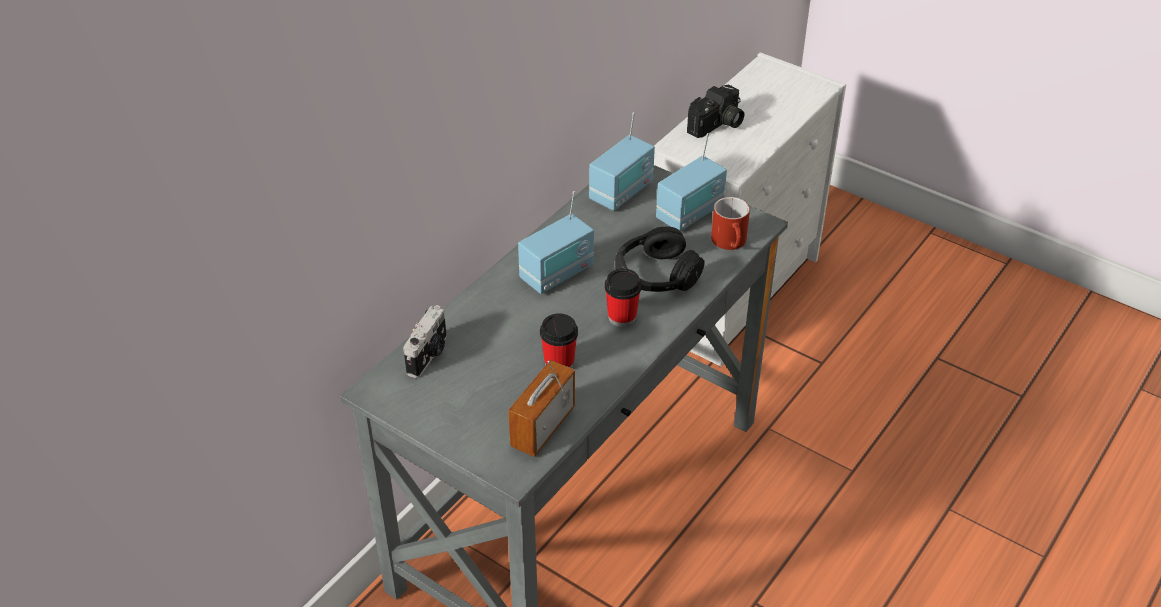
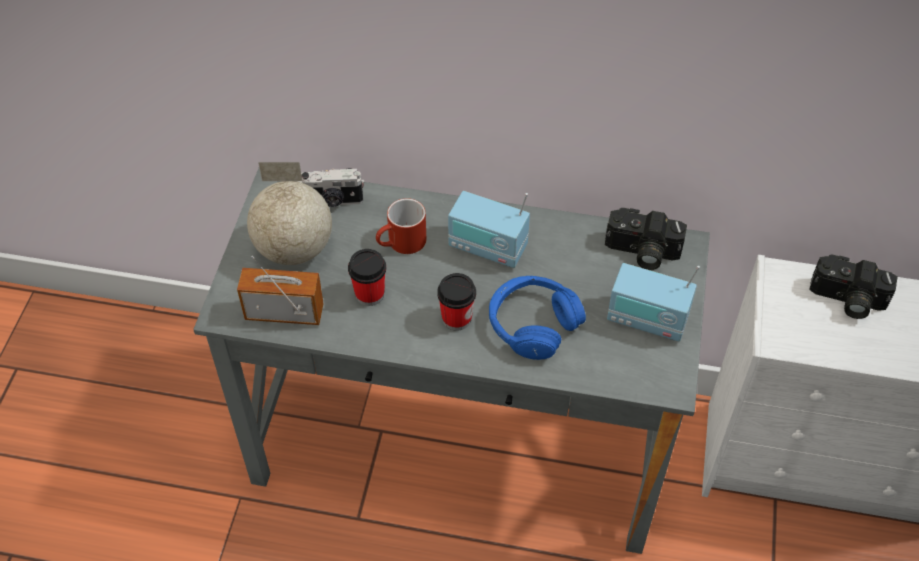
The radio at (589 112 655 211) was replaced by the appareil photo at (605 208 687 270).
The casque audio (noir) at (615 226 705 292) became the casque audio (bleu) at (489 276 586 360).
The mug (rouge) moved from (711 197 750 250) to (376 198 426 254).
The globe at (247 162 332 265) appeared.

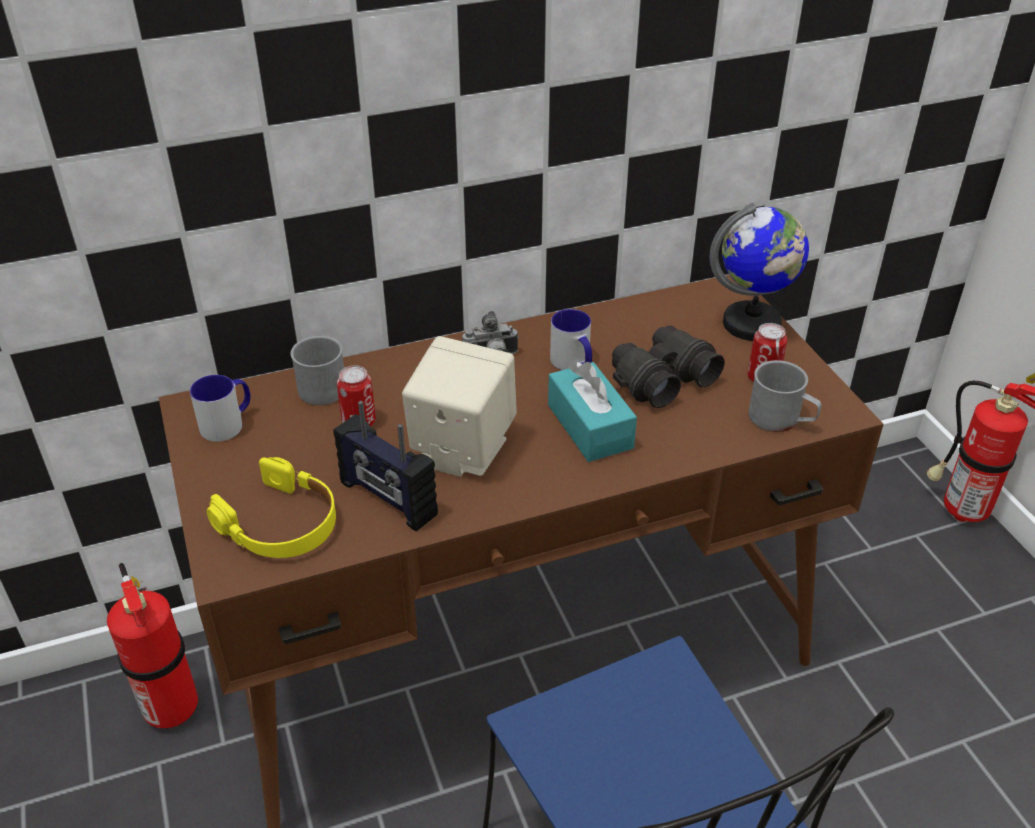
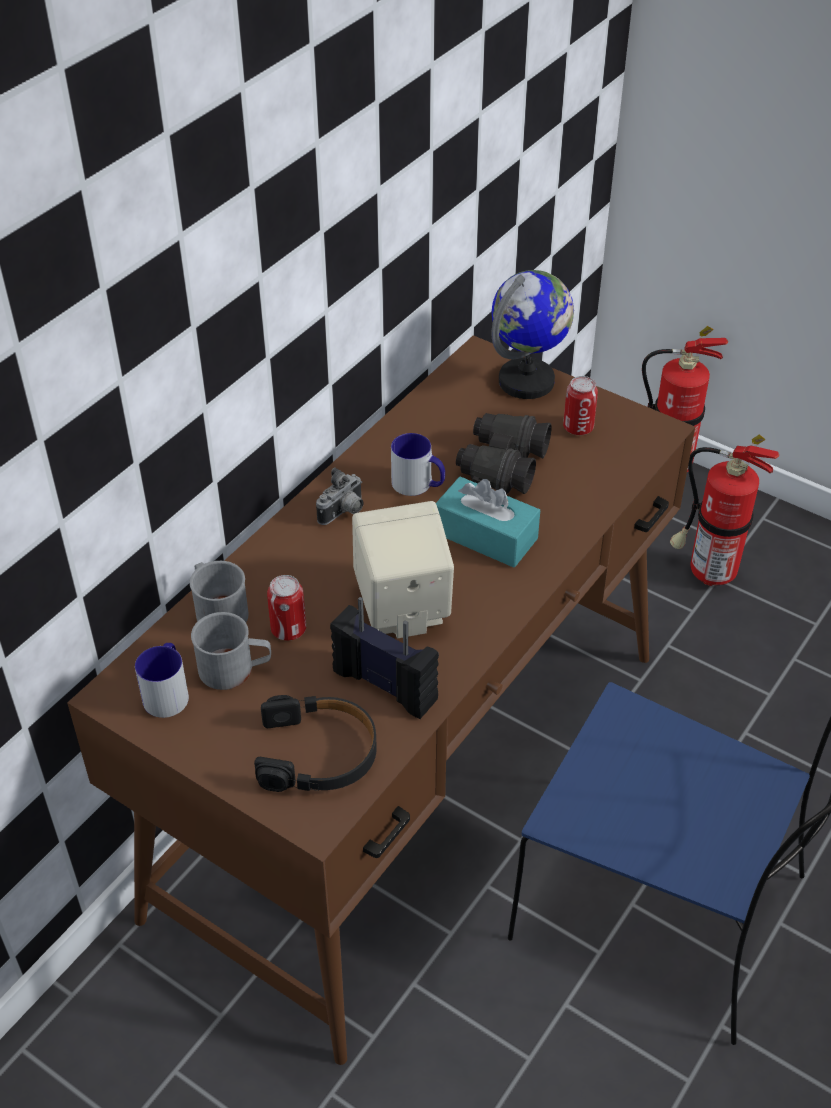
The extincteur moved from (107 563 198 728) to (670 434 779 586).
The casque audio (jaune) at (207 457 336 558) became the casque audio (noir) at (254 695 377 792).
The radio at (334 401 438 531) turned 150 degrees counterclockwise.
The mug (gris) moved from (748 360 822 432) to (191 612 271 690).

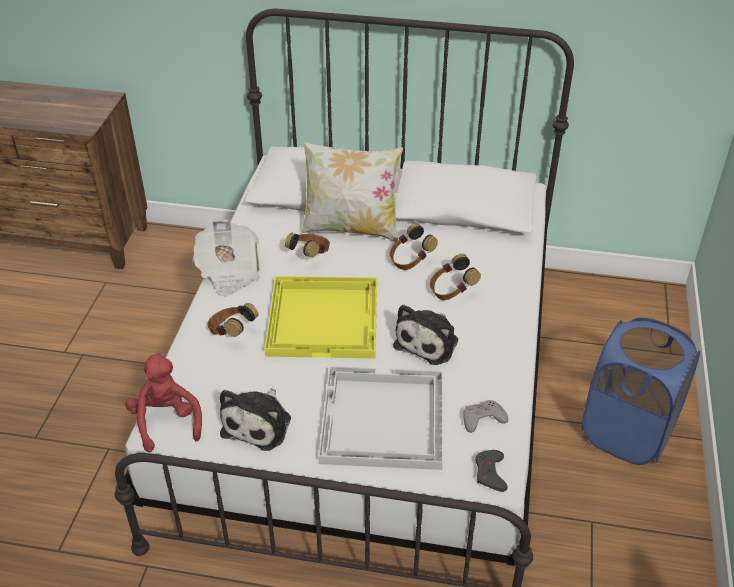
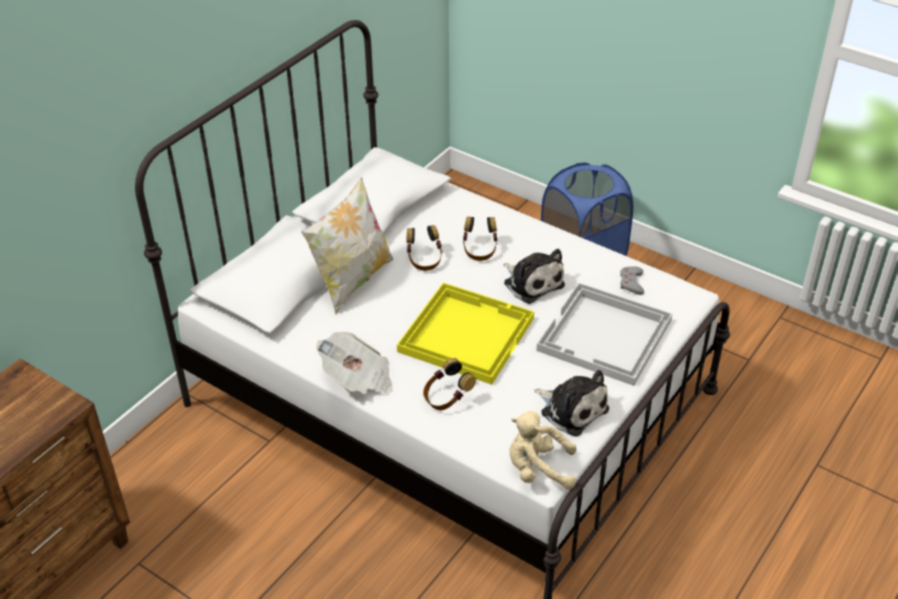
The peluche (rouge) at (125 353 202 453) became the peluche (beige) at (509 411 576 490).
The casque audio at (285 232 330 258) disappeared.
The manette (gris) at (475 450 508 492) disappeared.

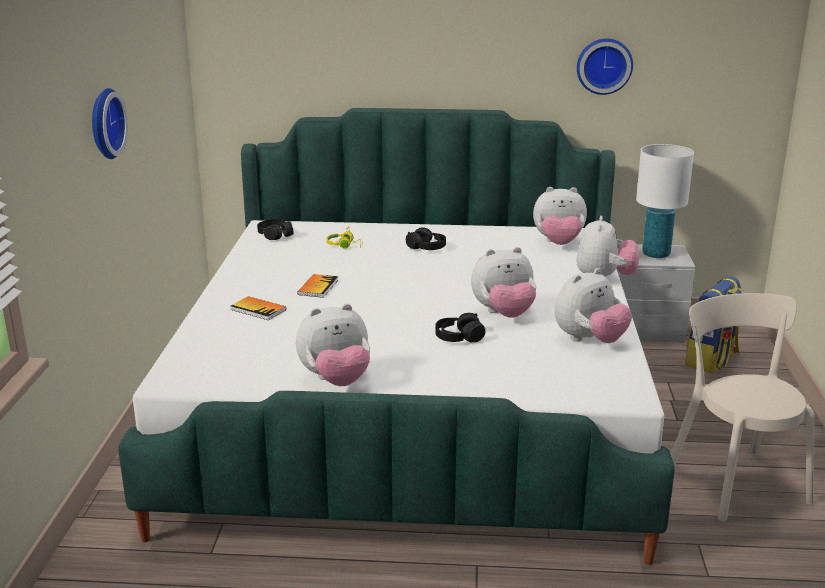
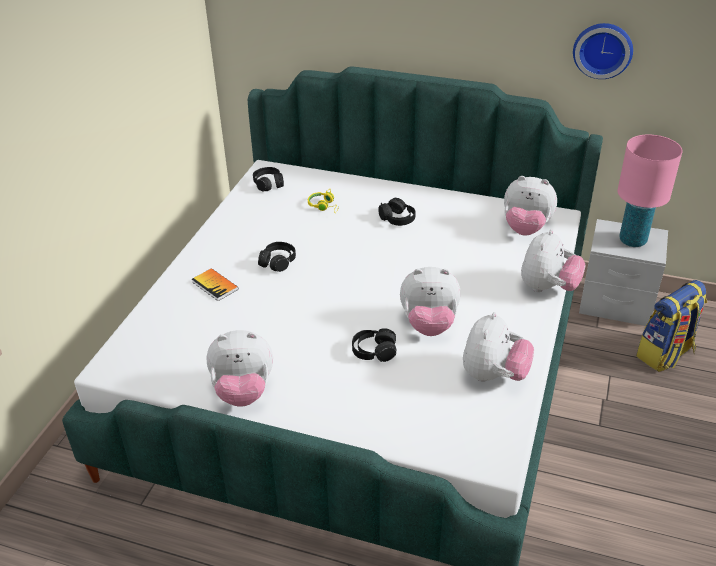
The horloge murale at (92 88 128 159) disappeared.
The livre at (297 274 338 298) was replaced by the casque audio (noir) at (258 242 296 272).
The peluche at (554 268 632 343) turned 45 degrees counterclockwise.
The lampe de table (blanc) at (636 144 694 258) became the lampe de table (rose) at (618 135 682 247).
The chaise (beige) at (671 293 815 522) disappeared.

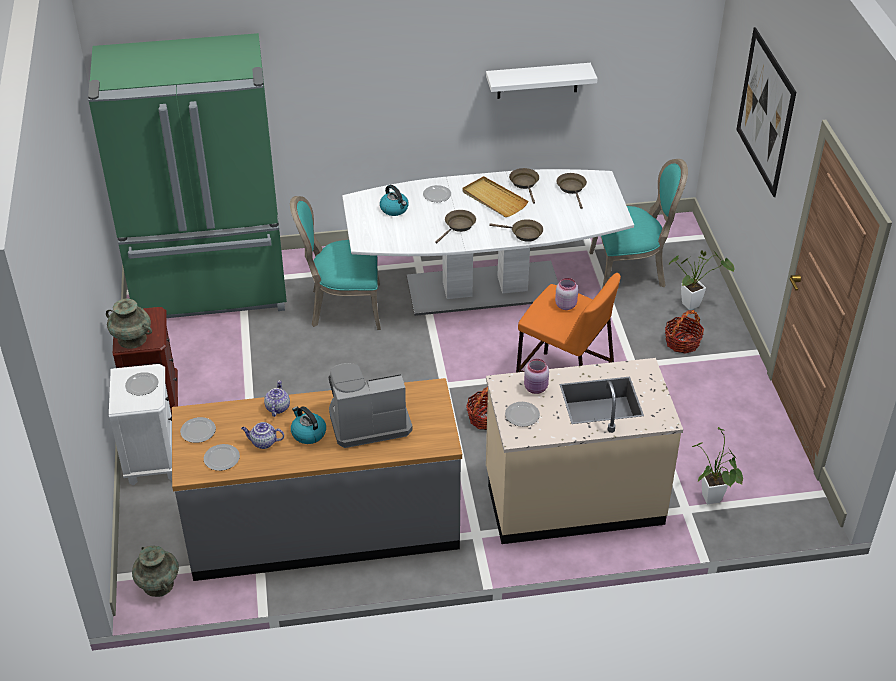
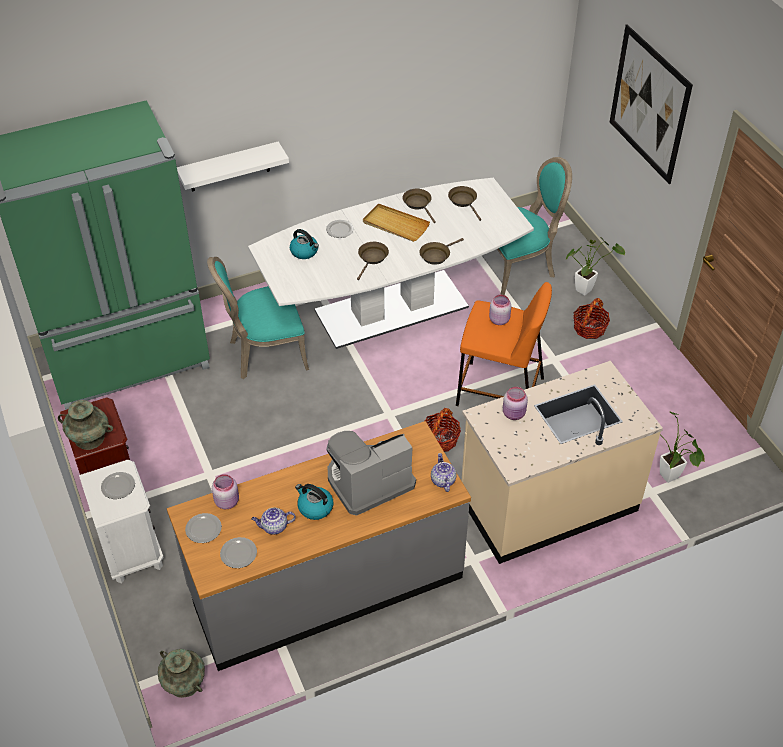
The théière moved from (264 380 290 417) to (431 453 457 492).
The étagère (blanc) moved from (486 63 597 99) to (177 142 289 192).
The poêle (marron) at (489 219 543 242) turned 135 degrees clockwise.
The assiette at (505 402 540 427) disappeared.
The bocal (rose) at (212 474 239 509) appeared.

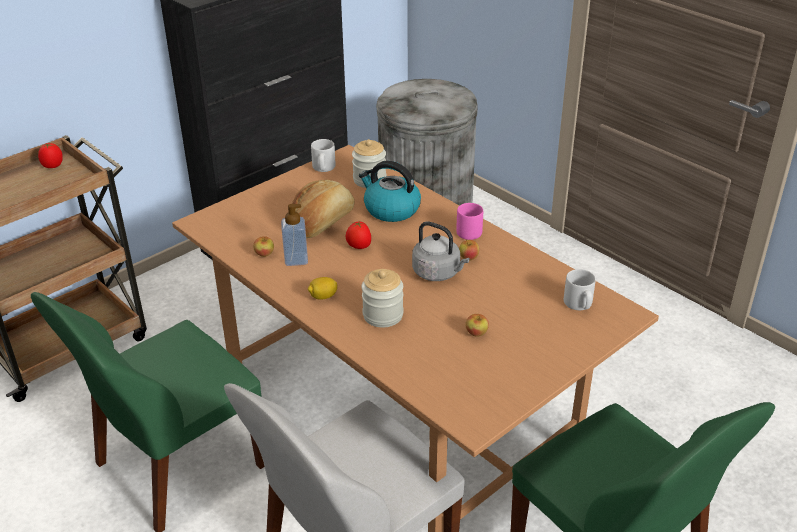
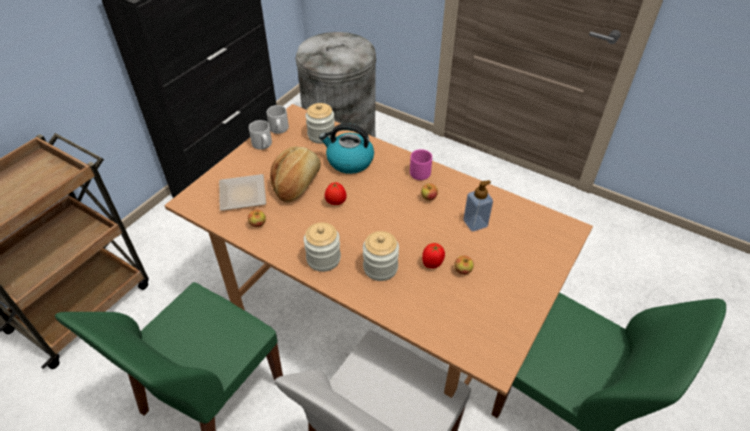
The tomate moved from (38 143 63 168) to (422 243 445 268).
The distributeur de savon moved from (281 204 308 266) to (463 180 493 232).
The citron at (308 277 337 300) was replaced by the bocal at (304 222 341 272).
The bouilloire (gris) at (412 222 469 281) disappeared.
The mug (gris) moved from (564 269 596 310) to (249 120 272 150).
The assiette at (219 174 266 211) appeared.

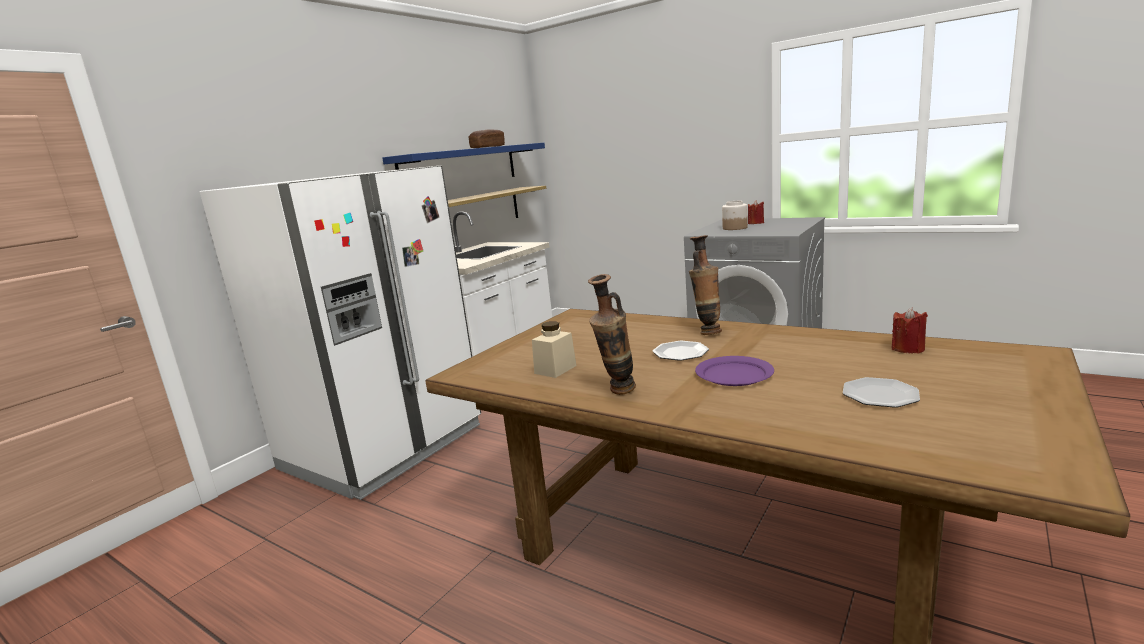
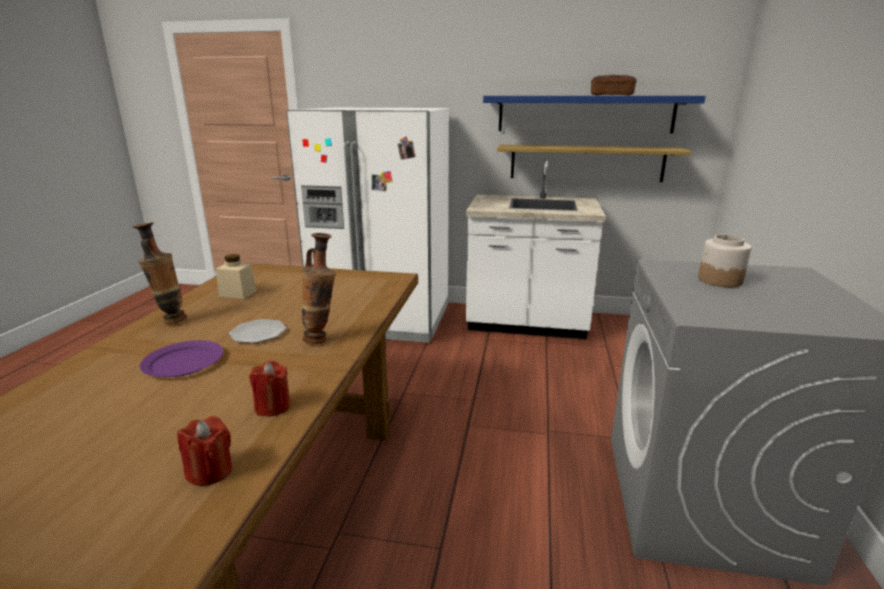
The bougie (rouge) moved from (748 200 764 224) to (249 361 291 417).
The assiette at (843 377 920 408) disappeared.

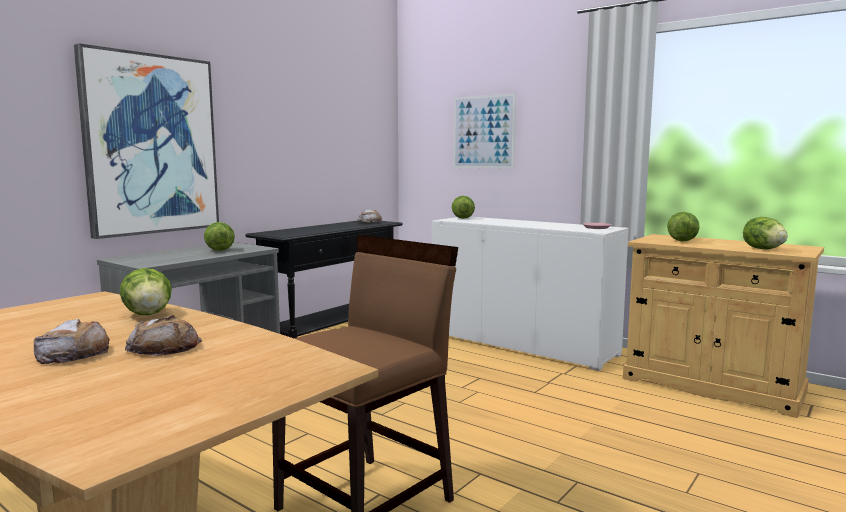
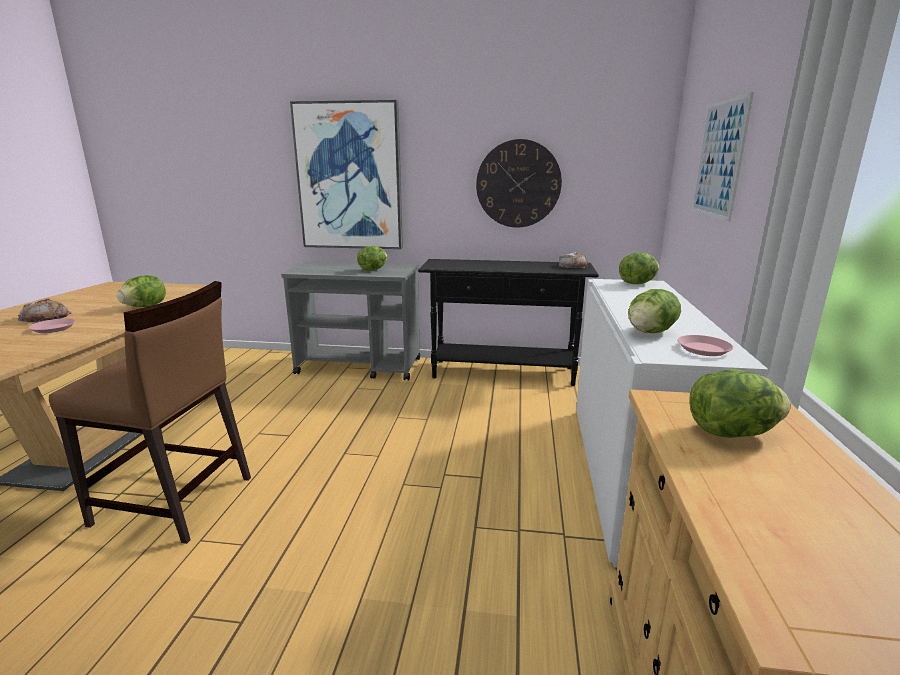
The pain at (125 315 202 356) was replaced by the assiette (rose) at (28 318 75 333).
The laitue moved from (743 217 788 249) to (628 289 681 333).
The horloge murale at (476 139 562 228) appeared.

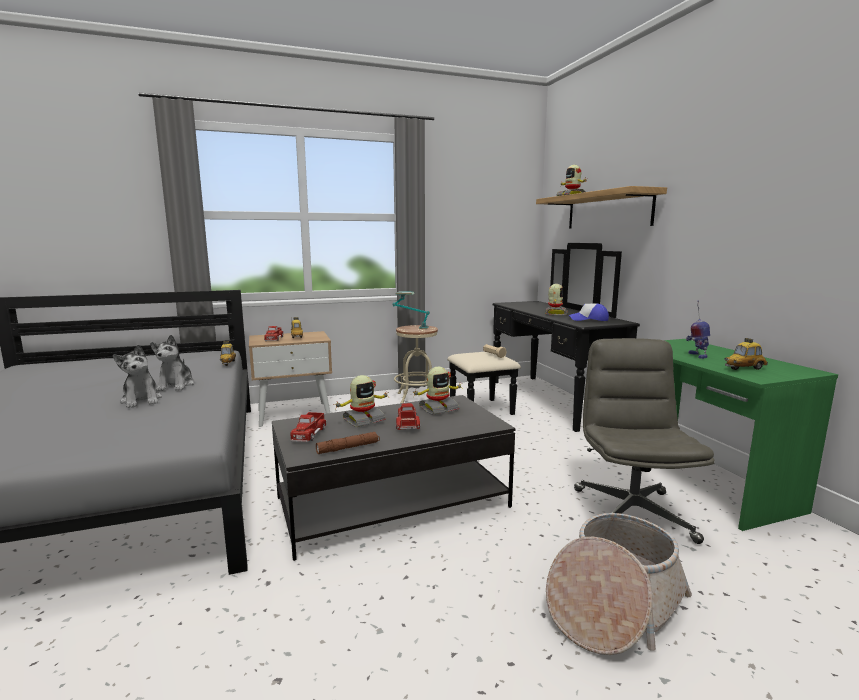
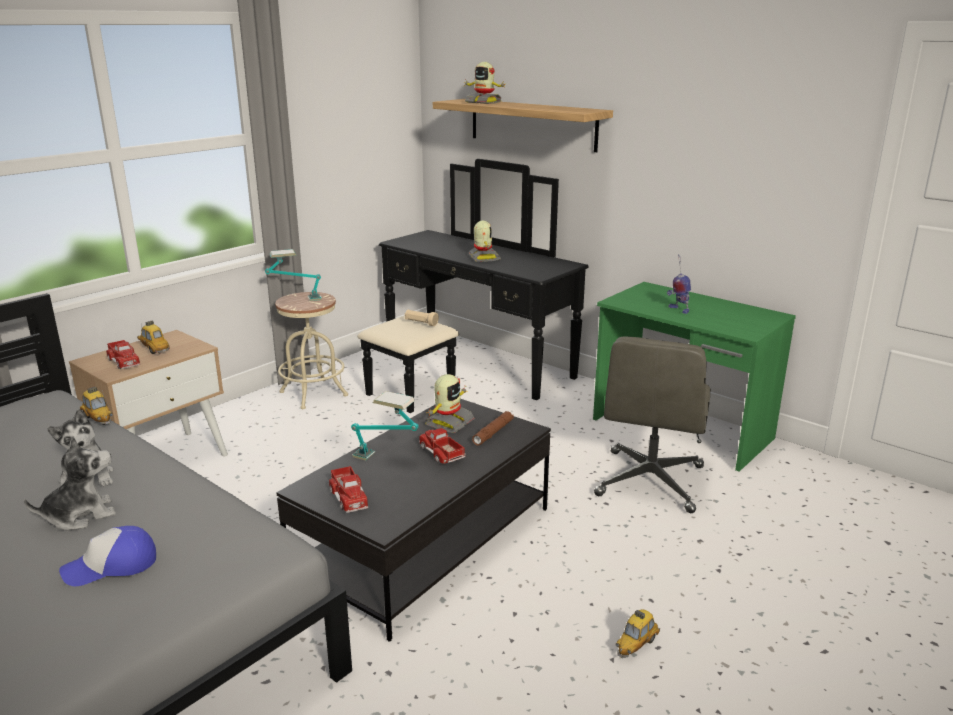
The peluche at (113 344 162 408) turned 60 degrees counterclockwise.
The lampe de poche (marron) moved from (316 432 380 454) to (472 411 514 446).
The robot jouet at (333 375 389 427) was replaced by the lampe de table at (351 391 419 460).
The panier at (546 513 692 655) disappeared.
The casquette moved from (569 303 609 321) to (59 526 156 586).
The chaise de bureau (gris) at (574 338 715 544) turned 135 degrees counterclockwise.
The petite voiture moved from (725 338 768 370) to (615 609 660 658).

